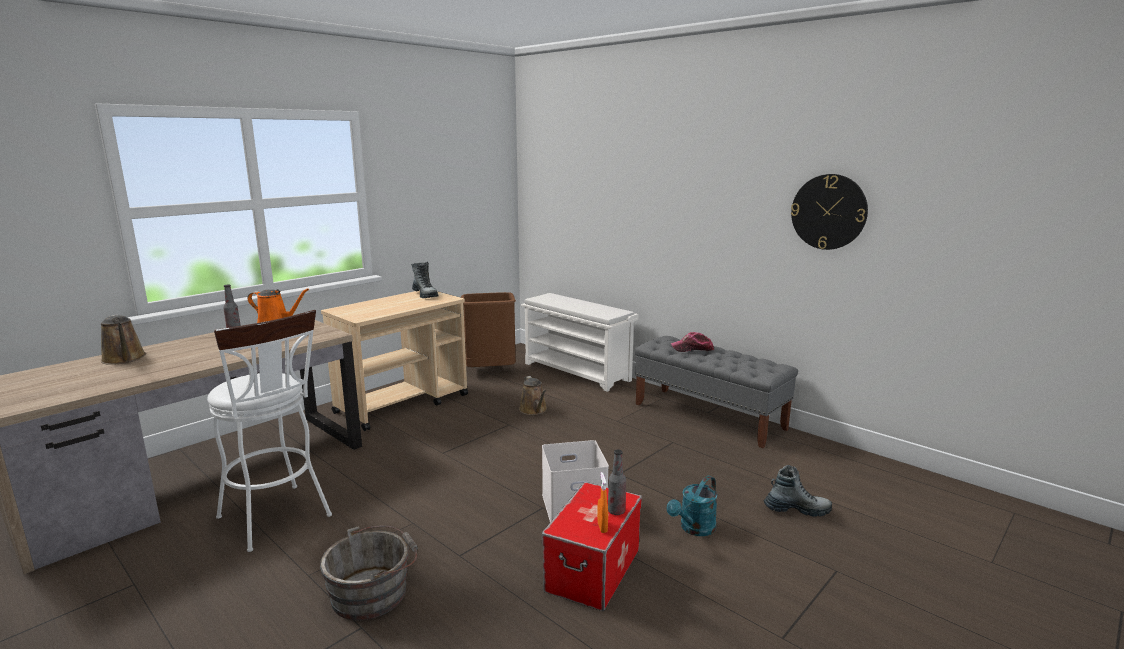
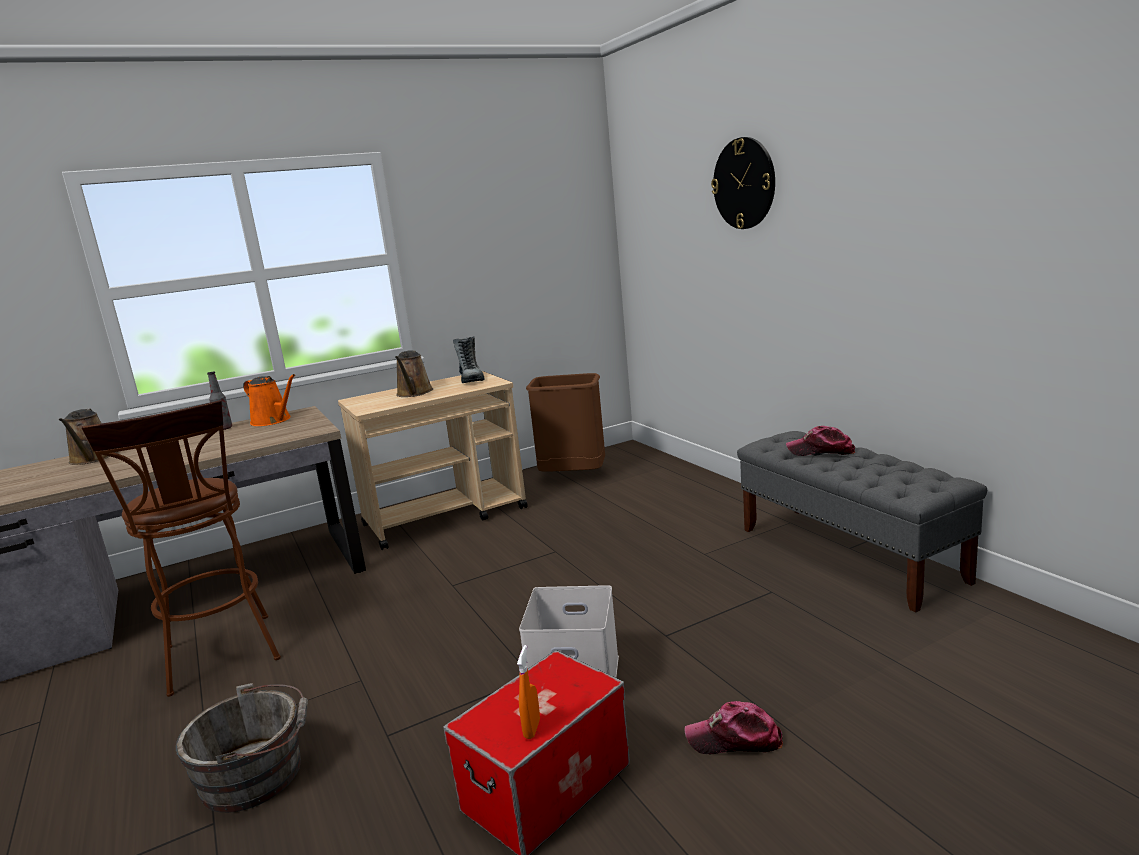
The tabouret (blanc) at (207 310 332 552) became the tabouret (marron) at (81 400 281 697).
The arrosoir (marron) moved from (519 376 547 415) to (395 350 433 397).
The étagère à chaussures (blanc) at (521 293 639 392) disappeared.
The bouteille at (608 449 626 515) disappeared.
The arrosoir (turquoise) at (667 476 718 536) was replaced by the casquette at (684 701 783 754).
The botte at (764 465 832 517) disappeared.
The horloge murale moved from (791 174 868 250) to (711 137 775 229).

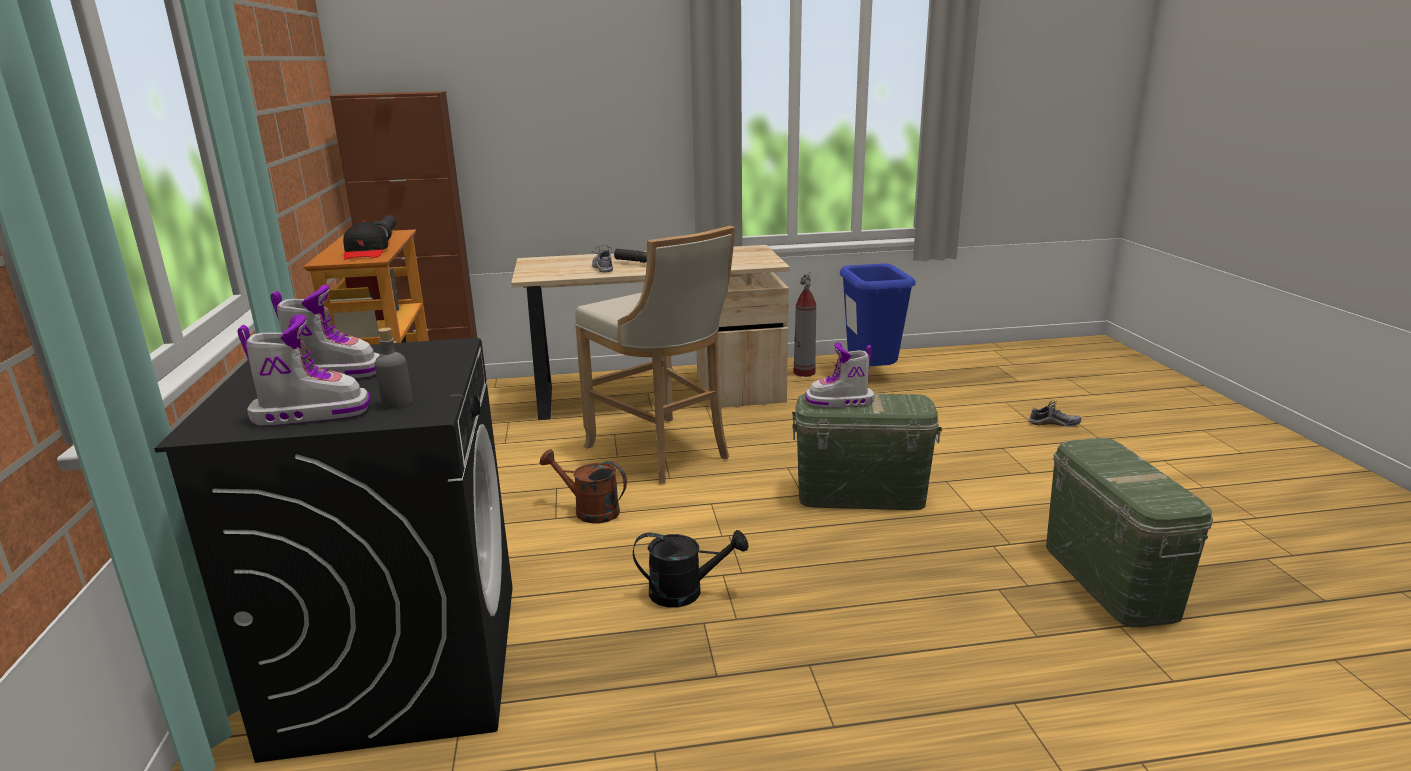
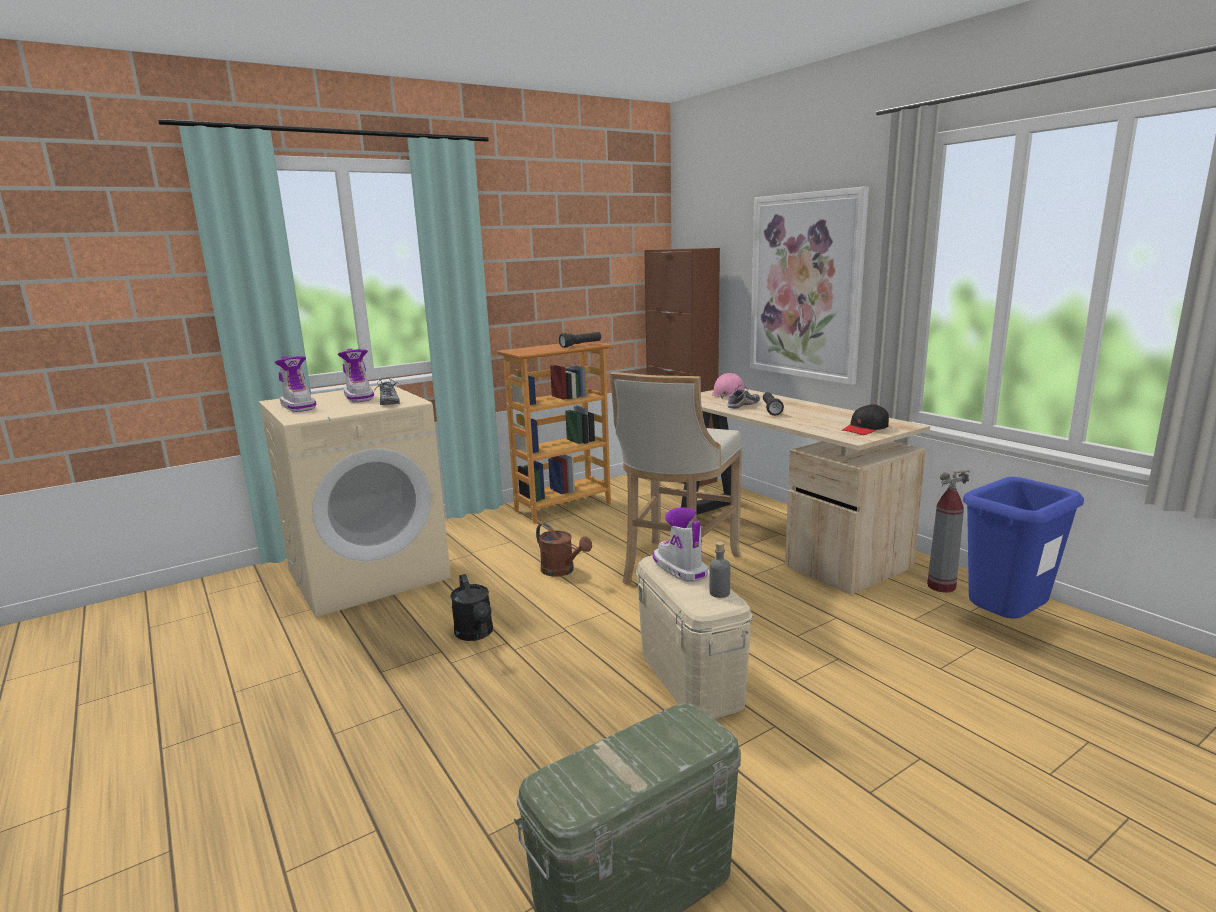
The lave-linge (noir) at (154 338 513 763) became the lave-linge (beige) at (259 385 451 617).
The casquette (noir) moved from (343 221 389 260) to (842 404 889 435).
The bouteille (gris) moved from (375 327 413 409) to (709 541 730 598).
The arrosoir (marron) at (540 449 627 523) turned 135 degrees clockwise.
The boîte de rangement (vert) at (792 394 942 510) became the boîte de rangement (beige) at (636 555 753 719).
The chaussure moved from (1029 401 1081 427) to (374 377 400 405).
The casque de chantier (rose) at (712 373 745 399) appeared.
The tableau at (750 186 869 385) appeared.

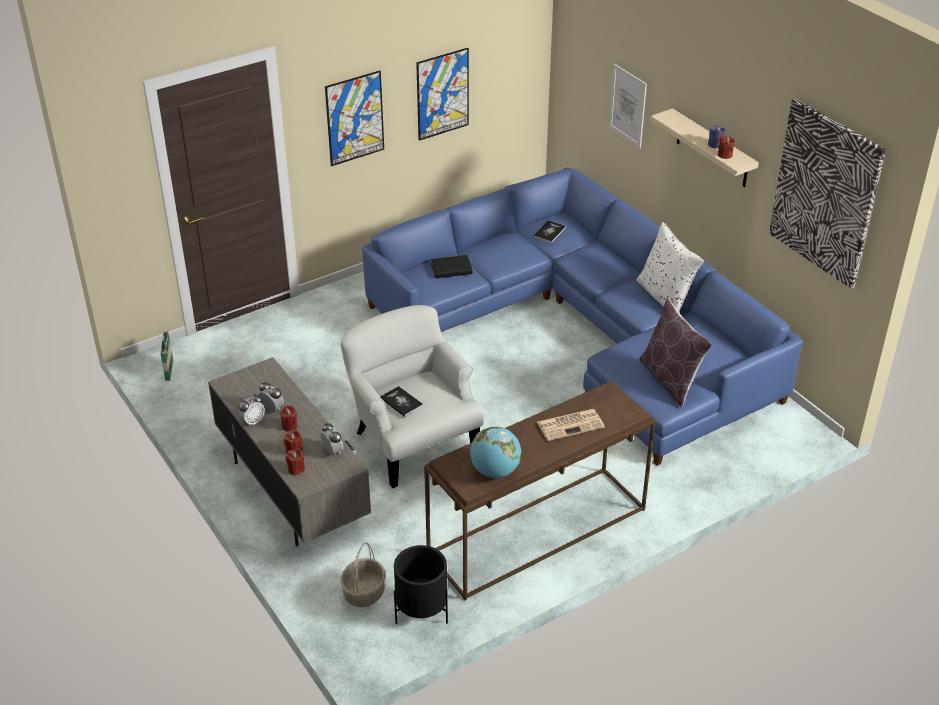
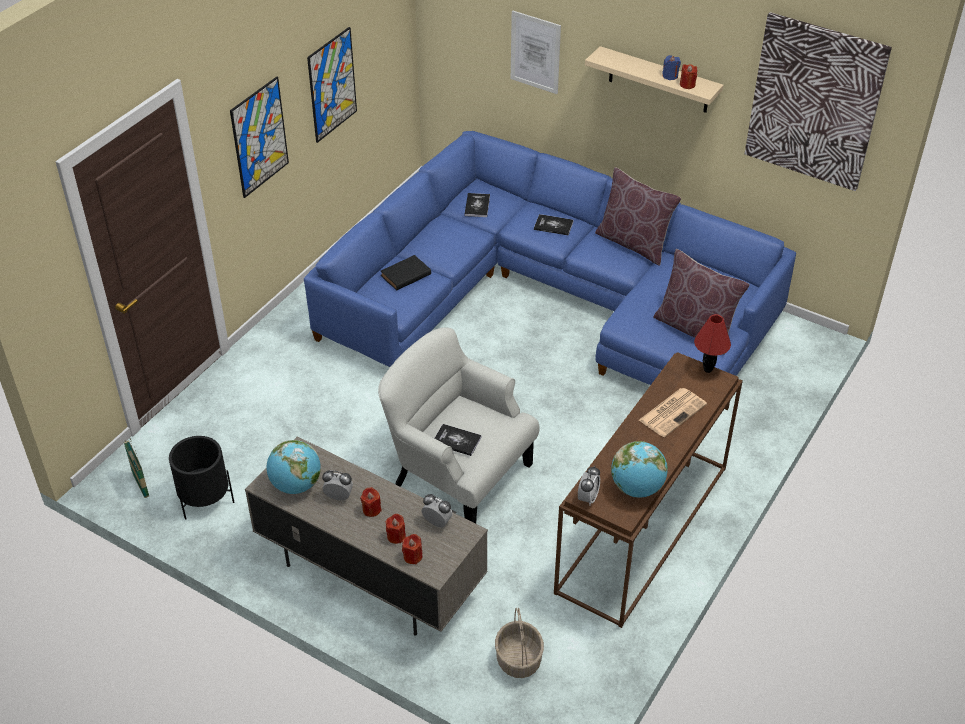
The réveil moved from (238 394 265 427) to (578 466 600 506).
The cache-pot (noir) moved from (394 545 448 624) to (169 436 234 520).
The coussin (blanc) at (637 222 704 312) became the coussin (marron) at (595 167 681 266).
The globe at (266 440 321 494) appeared.
The livre at (534 214 573 236) appeared.
The lampe de table (rouge) at (694 314 731 373) appeared.

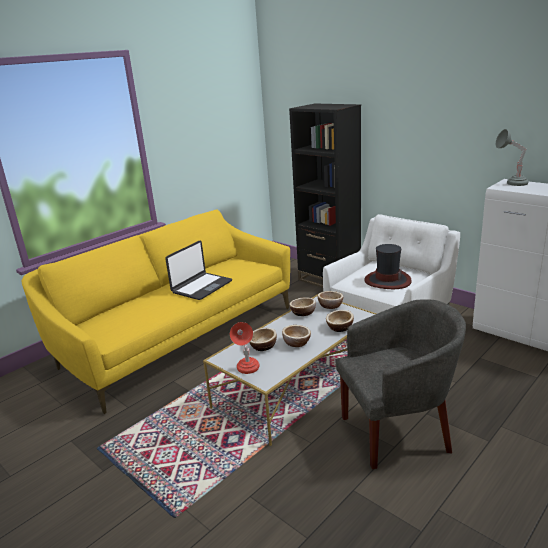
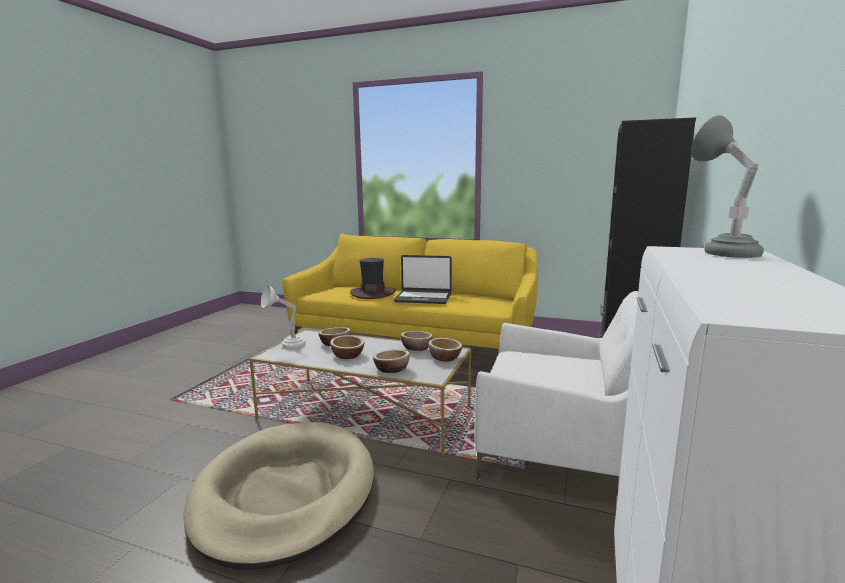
The lampe de table (rouge) at (230 322 260 374) became the lampe de table (blanc) at (261 286 306 349).
The fauteuil (gris) at (336 299 466 469) was replaced by the panier pour chien (beige) at (183 422 374 569).
The chapeau moved from (364 244 412 289) to (350 258 395 299).

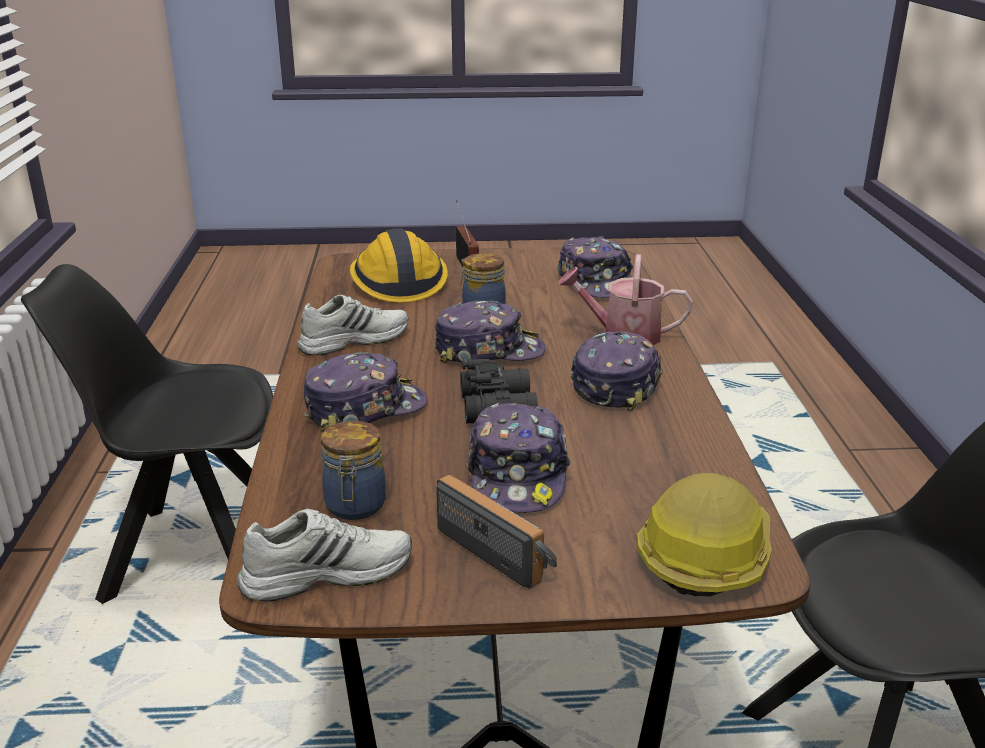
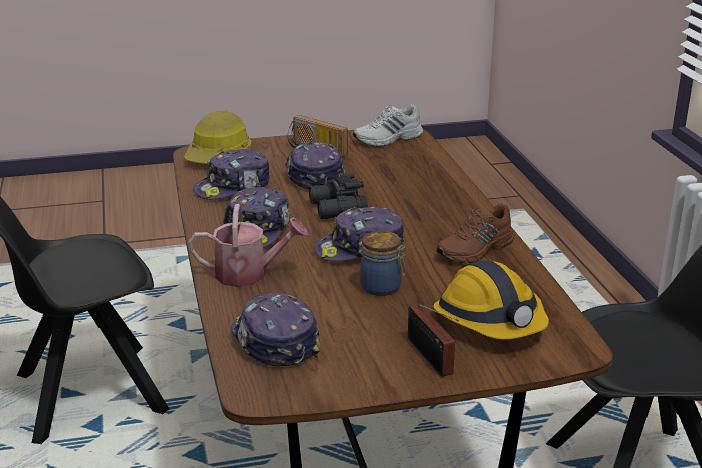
The chaussure (blanc) at (297 295 408 356) became the chaussure (marron) at (436 203 515 263).
The casquette moved from (304 353 428 432) to (193 148 270 200).
The bocal at (321 421 386 520) disappeared.

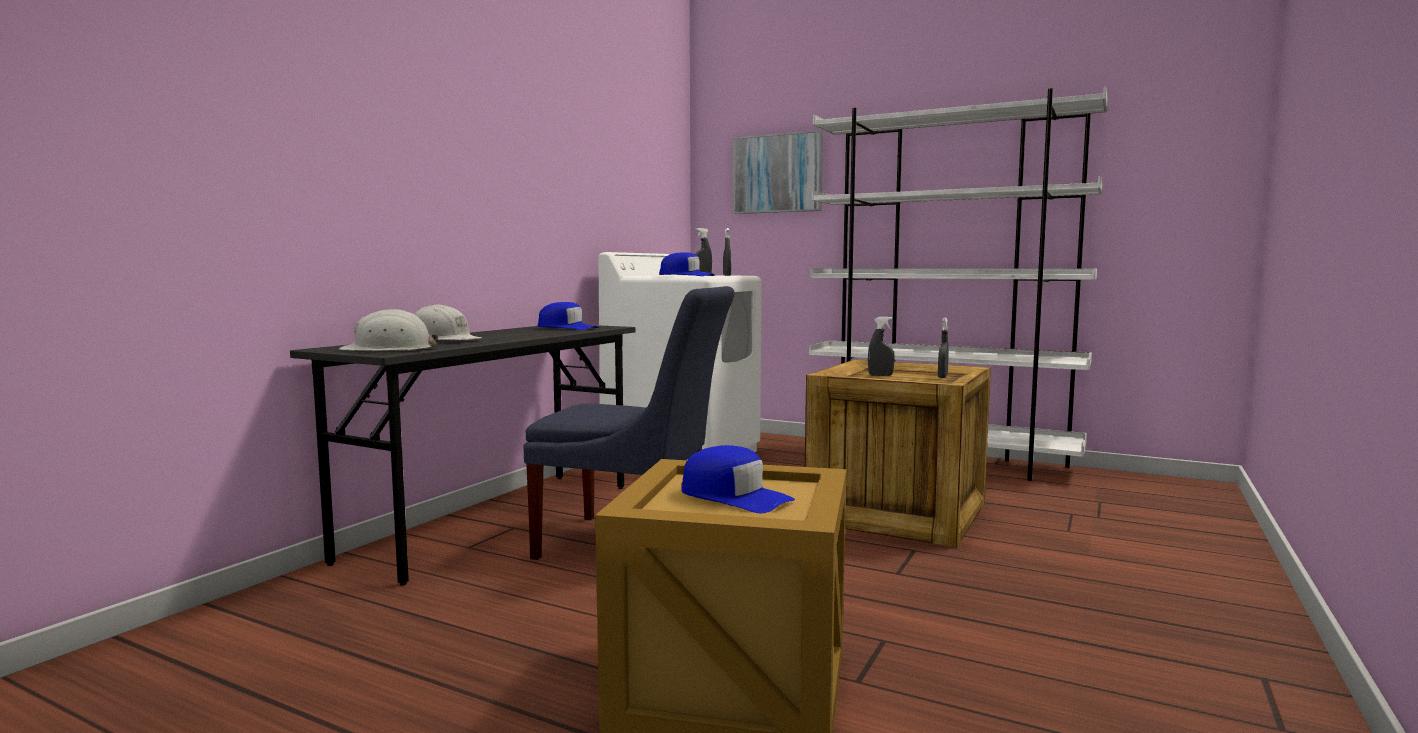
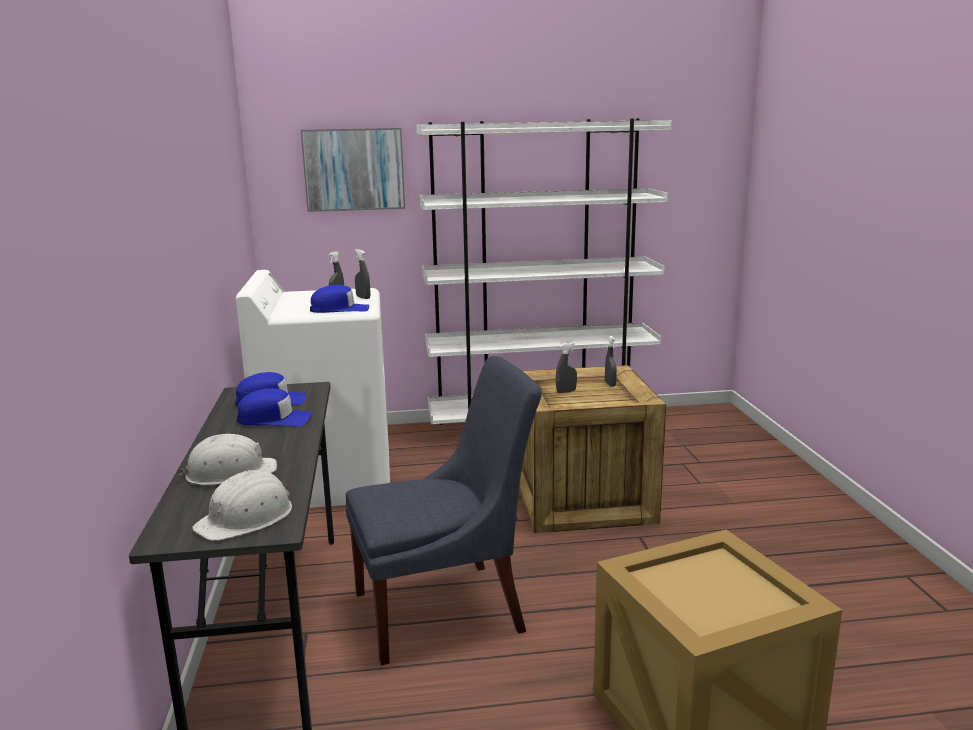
The casquette (bleu) moved from (681 445 795 513) to (237 388 313 426).

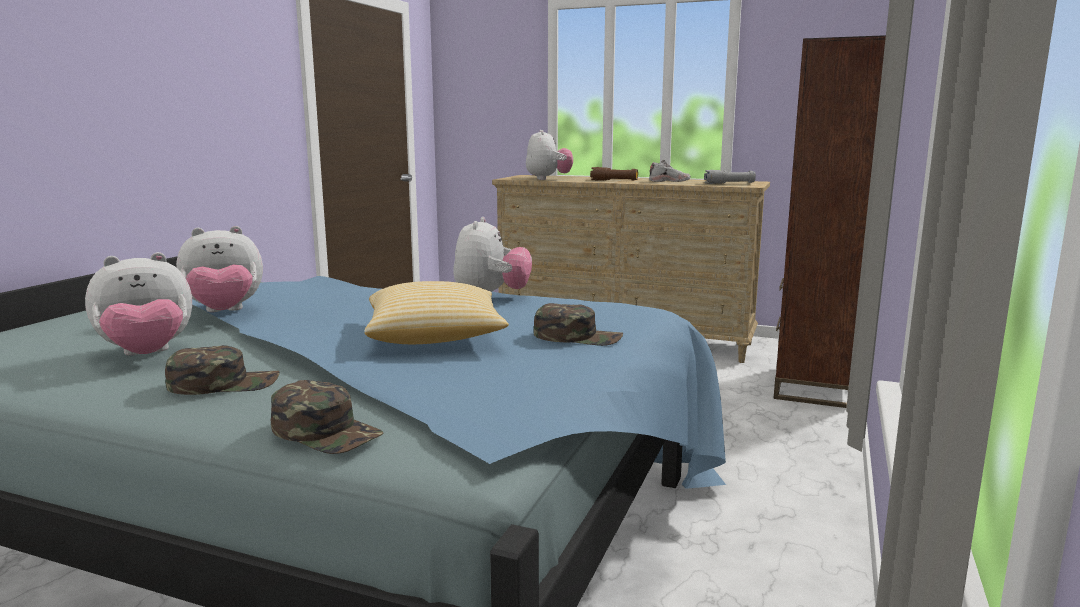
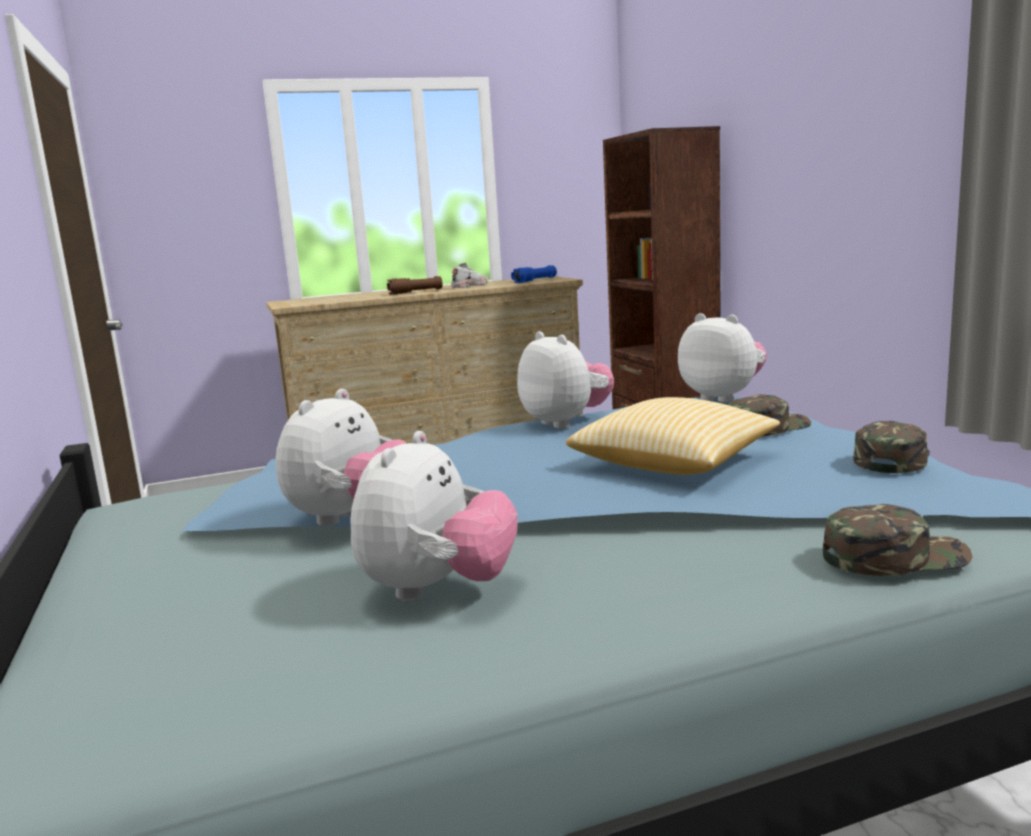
The casquette (vert) moved from (165 345 280 395) to (853 421 930 473).
The peluche moved from (526 130 573 180) to (678 313 767 403).
The lampe de poche (gris) at (704 170 756 184) became the lampe de poche (bleu) at (511 265 557 283).

